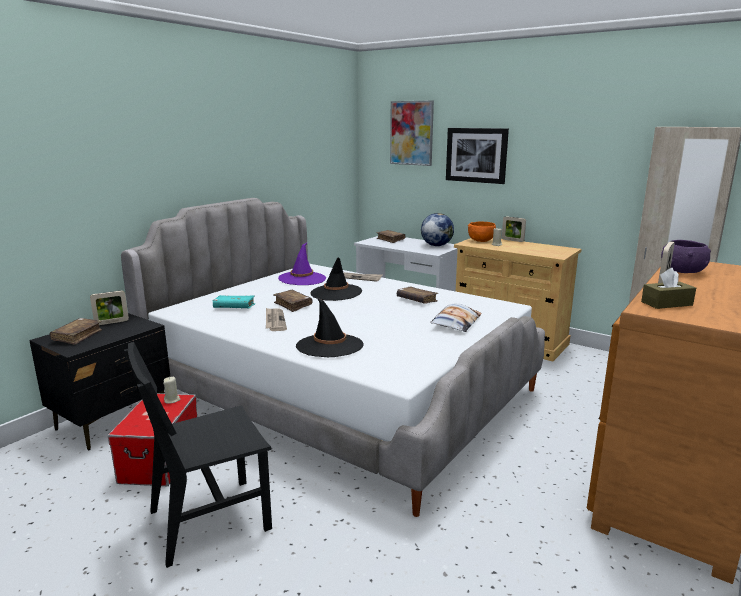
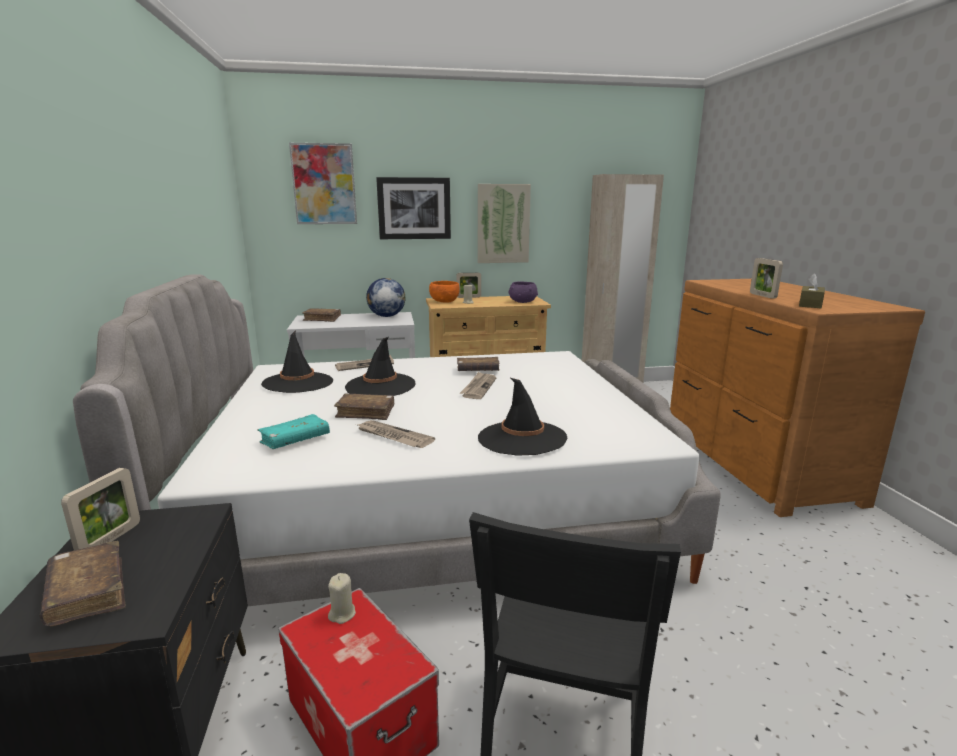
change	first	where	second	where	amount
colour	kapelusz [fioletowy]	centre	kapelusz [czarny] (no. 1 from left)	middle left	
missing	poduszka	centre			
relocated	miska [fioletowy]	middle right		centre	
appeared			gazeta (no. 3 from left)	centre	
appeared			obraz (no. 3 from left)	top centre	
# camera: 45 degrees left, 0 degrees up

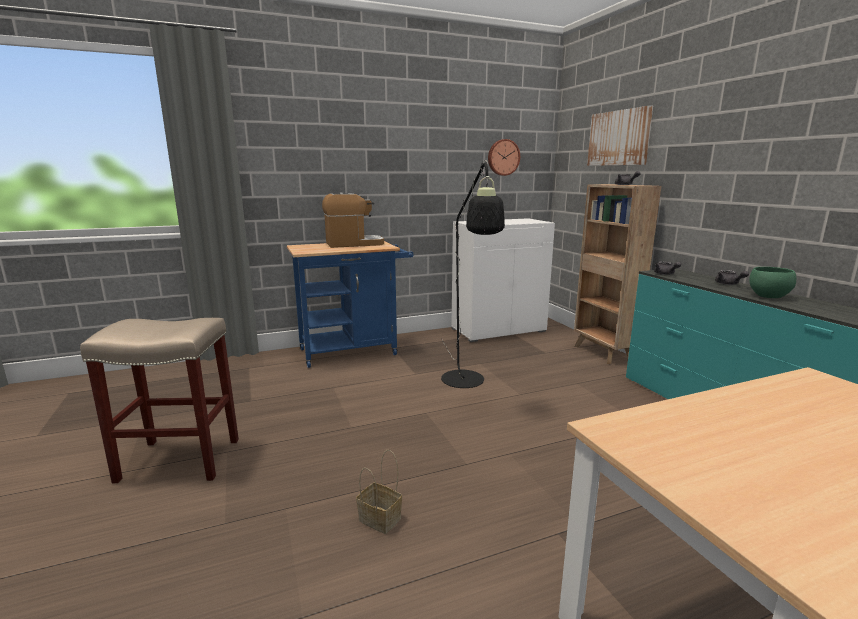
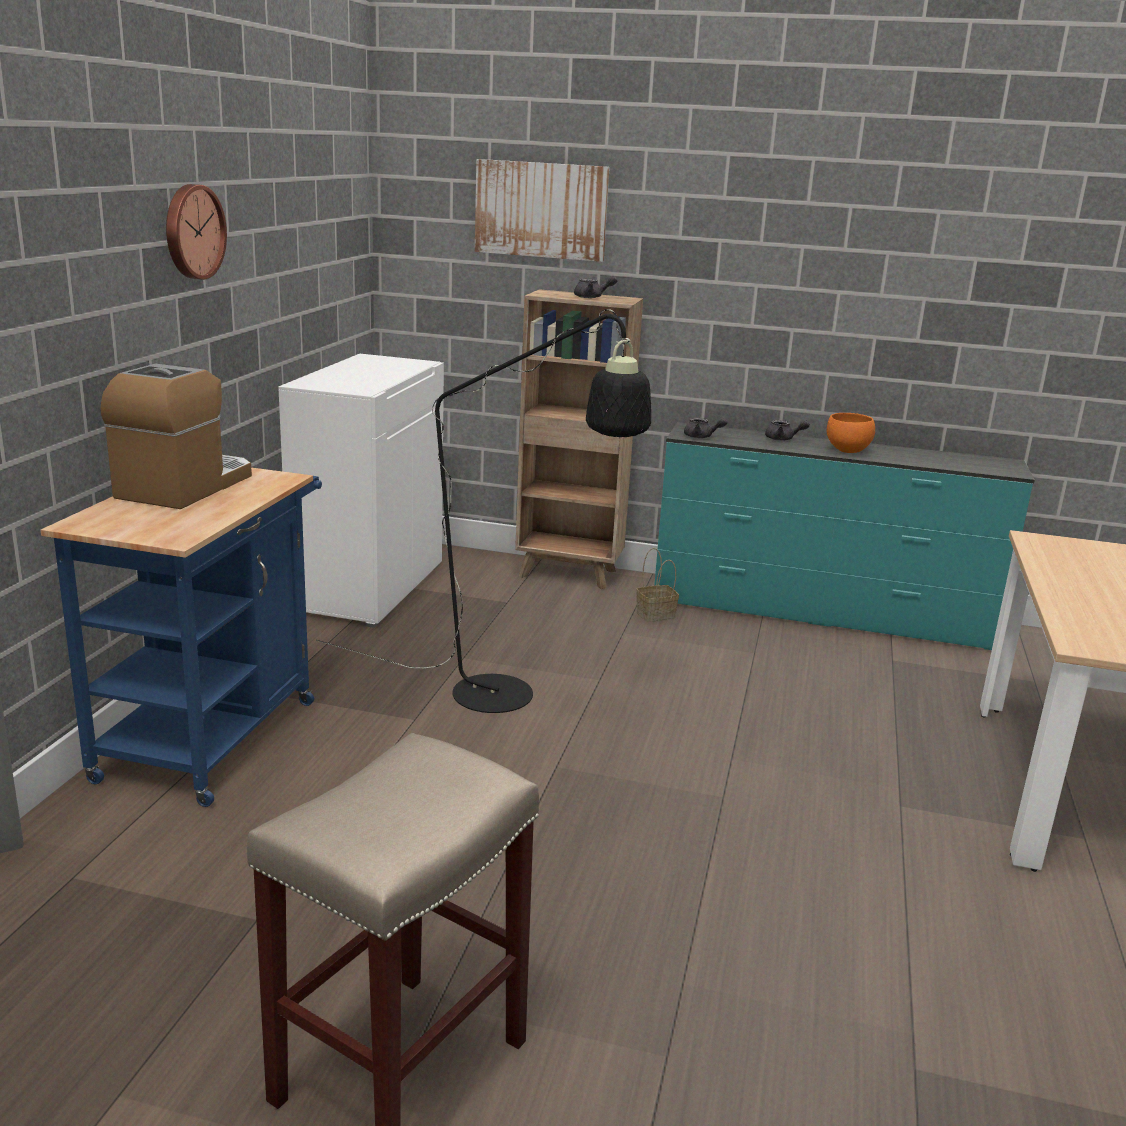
change	first	where	second	where	amount
relocated	koszyk	bottom centre		centre	
relocated	zegar ścienny	top centre		top left	
colour	miska [zielony]	middle right	miska [pomarańczowy]	middle right	
# camera: 55 degrees left, 5 degrees up

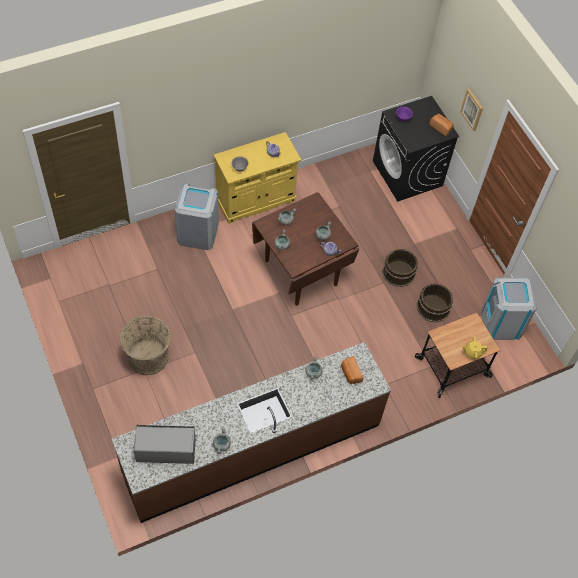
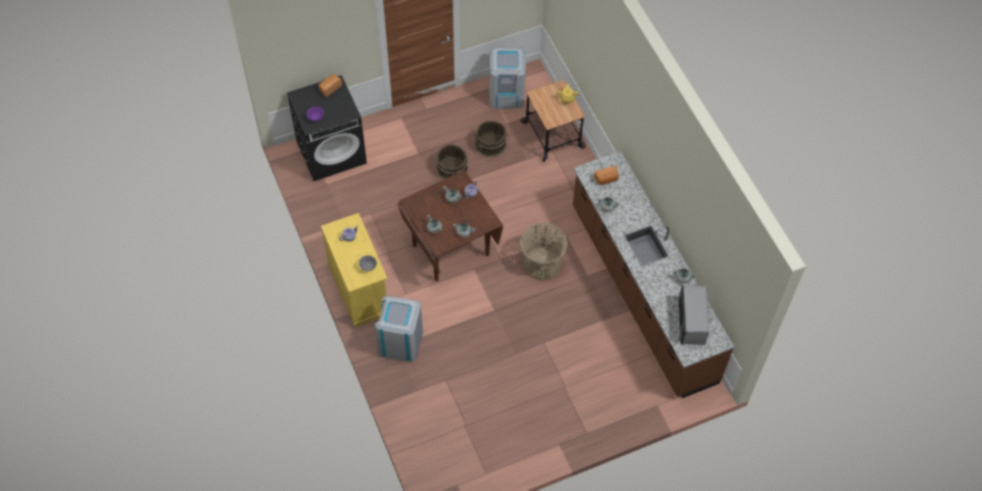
change	first	where	second	where	amount
relocated	koszyk	middle left		centre	
missing	obraz	top right			
# camera: 85 degrees left, 0 degrees up

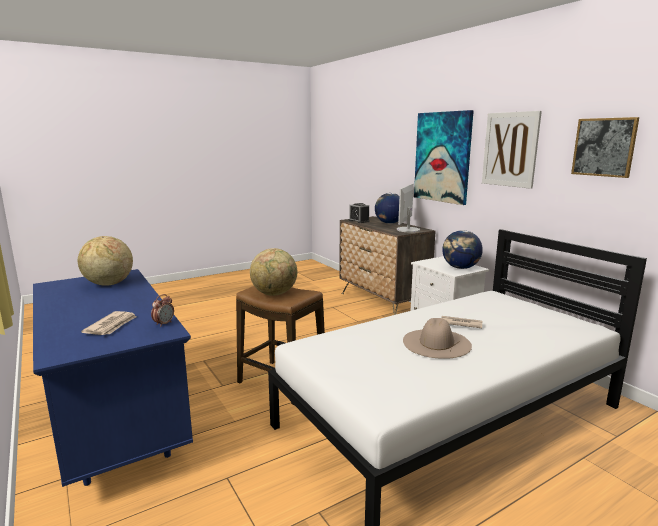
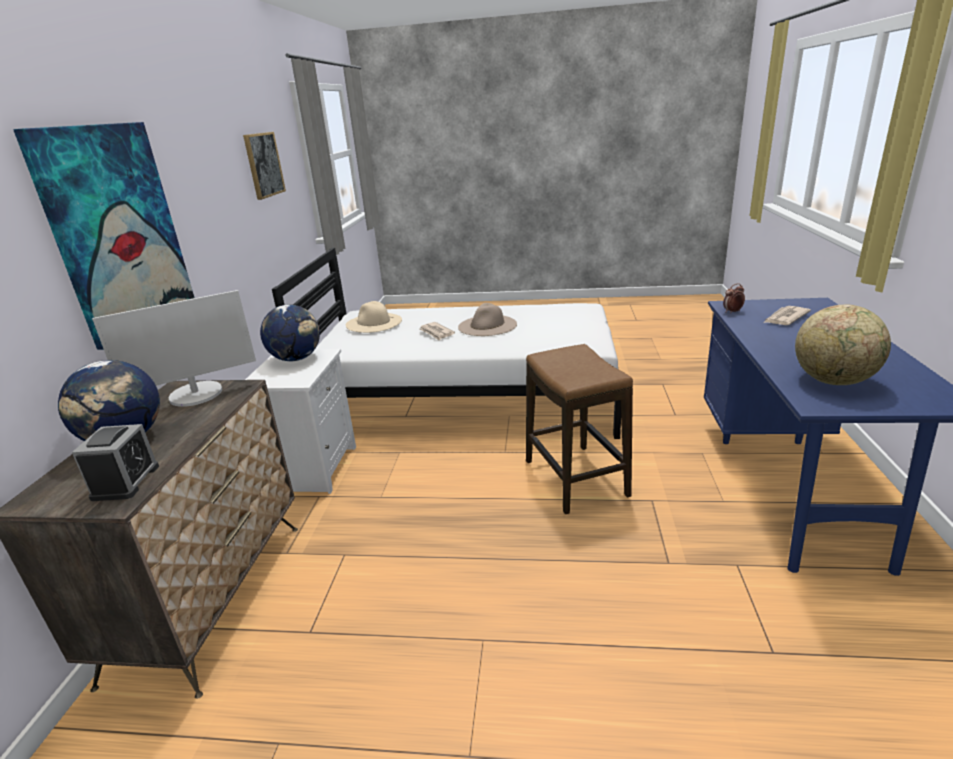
change	first	where	second	where	amount
missing	globus (no. 2 from left)	centre			
missing	obraz (no. 2 from left)	top right			
appeared			kapelusz [beżowy] (no. 1 from left)	centre	
# camera: 140 degrees left, 10 degrees up

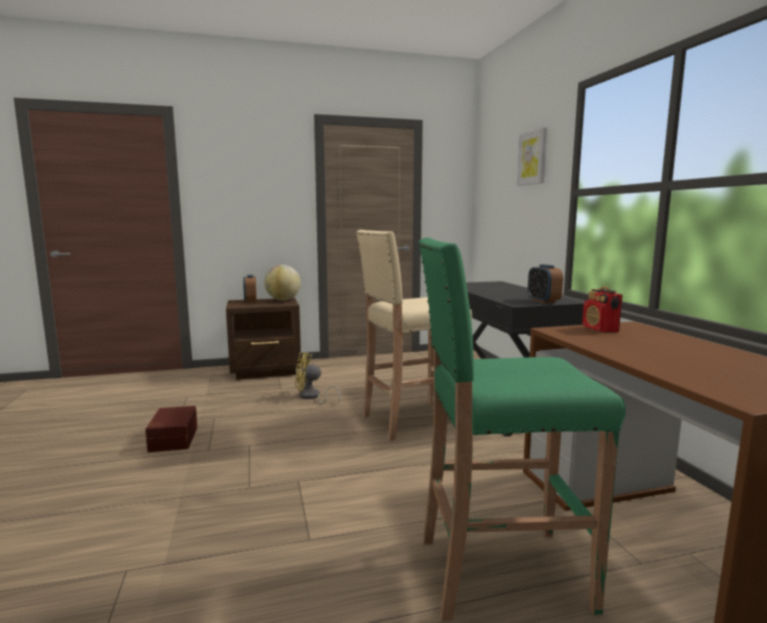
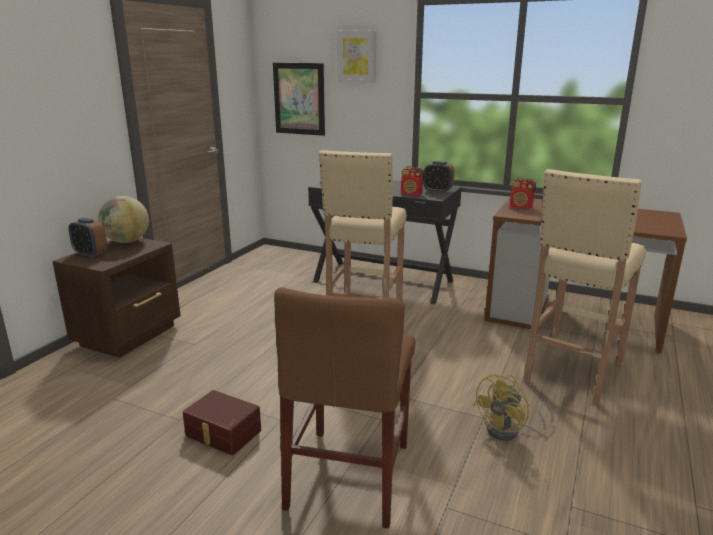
change	first	where	second	where	amount
relocated	wentylator [żółty]	centre		bottom right	
colour	stołek [zielony]	bottom right	stołek [beżowy] (no. 2 from left)	middle right	
appeared			obraz (no. 1 from left)	top centre	
appeared			krzesło [brązowy]	bottom centre	
appeared			radio (no. 1 from left)	centre	
# camera: 50 degrees left, 10 degrees up

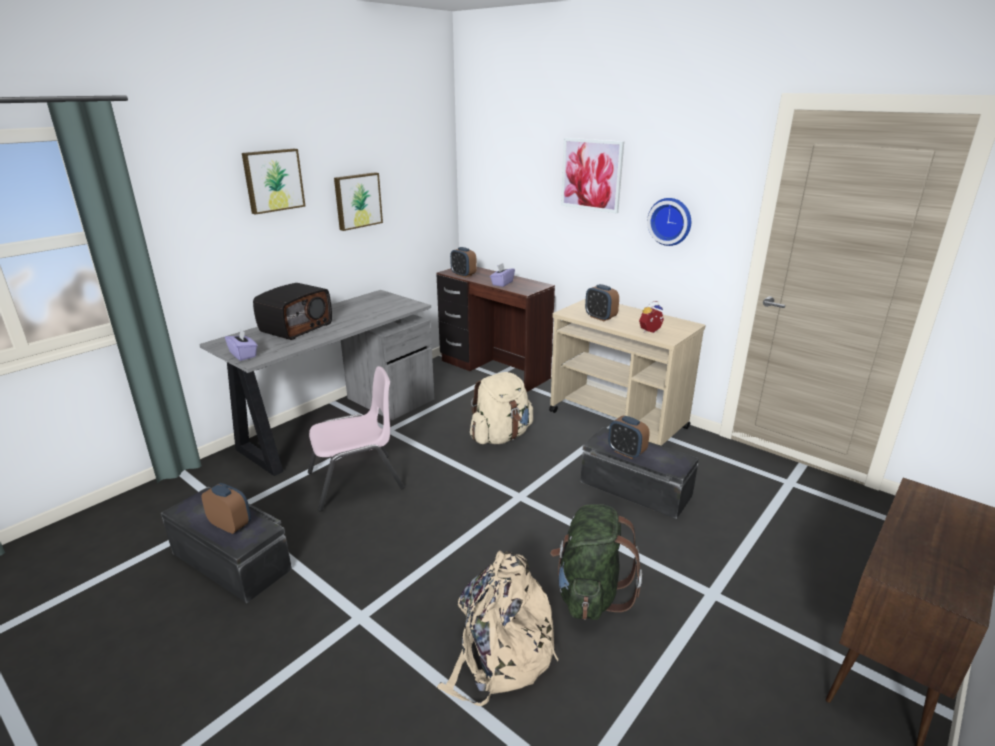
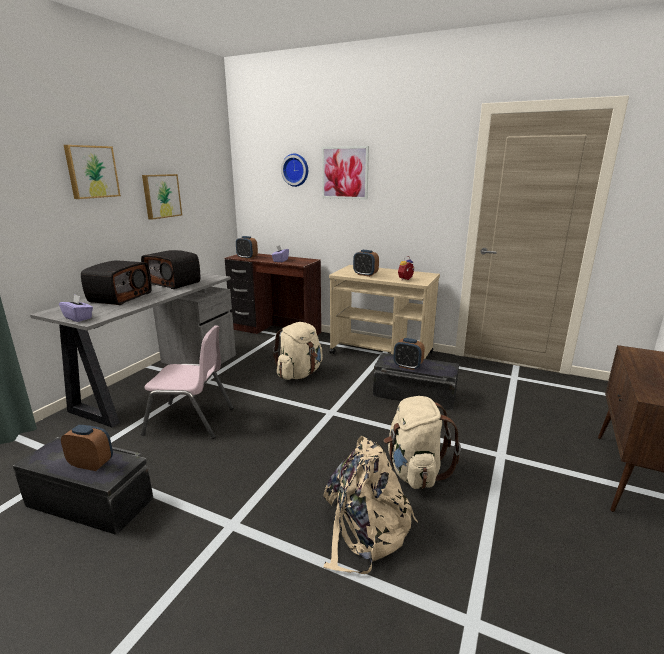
change	first	where	second	where	amount
spun	krzesło [różowy]	centre		middle left	45 degrees clockwise
colour	plecak [zielony]	bottom centre	plecak [beżowy] (no. 3 from left)	bottom centre	
relocated	zegar ścienny	top right		top centre	
appeared			radio (no. 2 from left)	middle left	
# camera: 15 degrees left, 5 degrees down

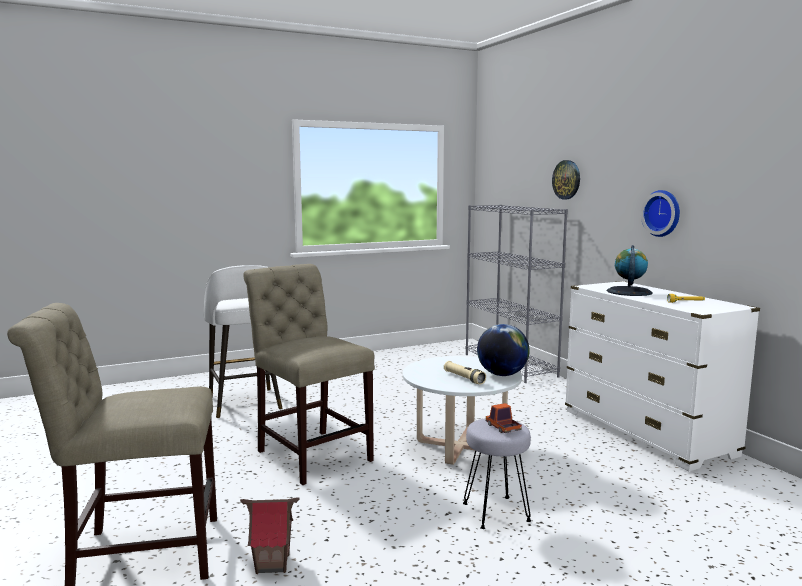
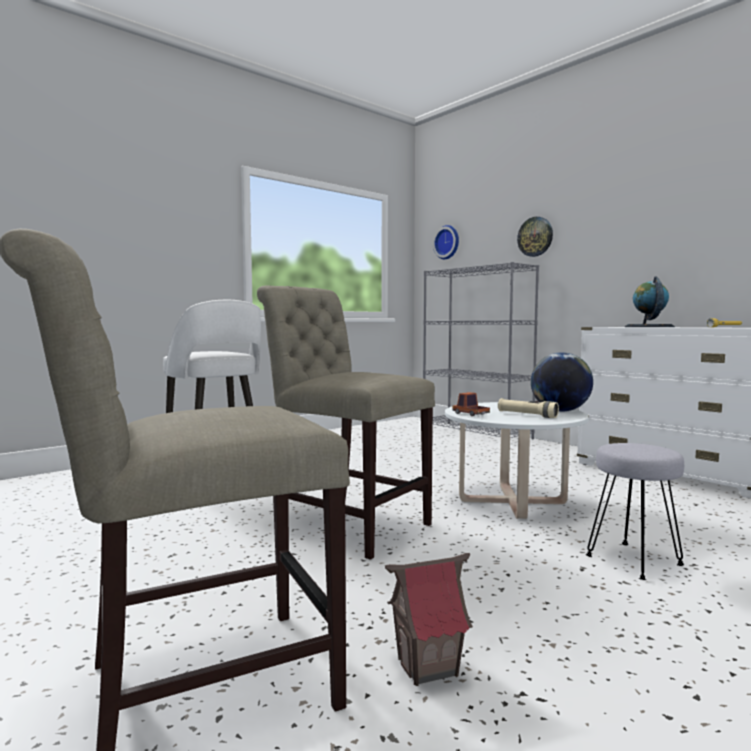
change	first	where	second	where	amount
relocated	ciężarówka zabawkowa	bottom centre		centre	
relocated	zegar ścienny (no. 2 from left in the first image)	middle right	zegar ścienny (no. 1 from left)	top centre	
# camera: 15 degrees left, 5 degrees down

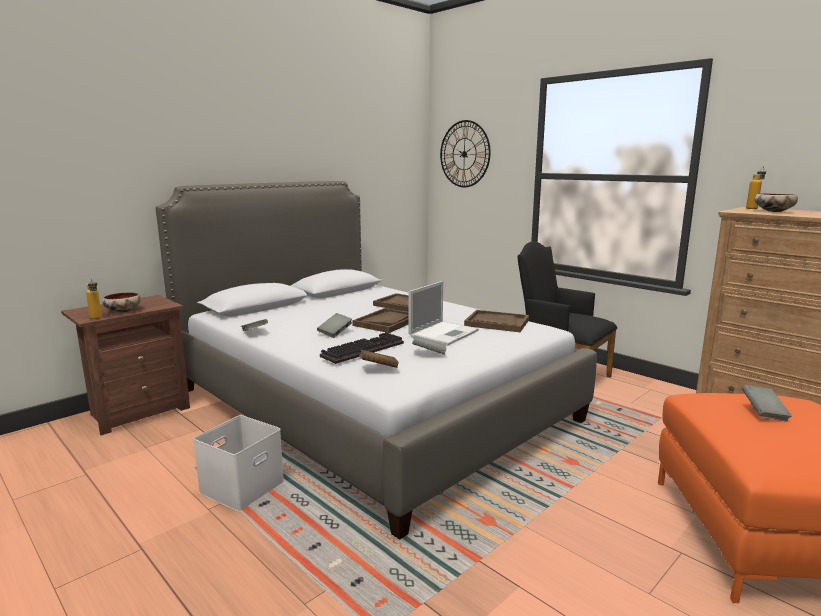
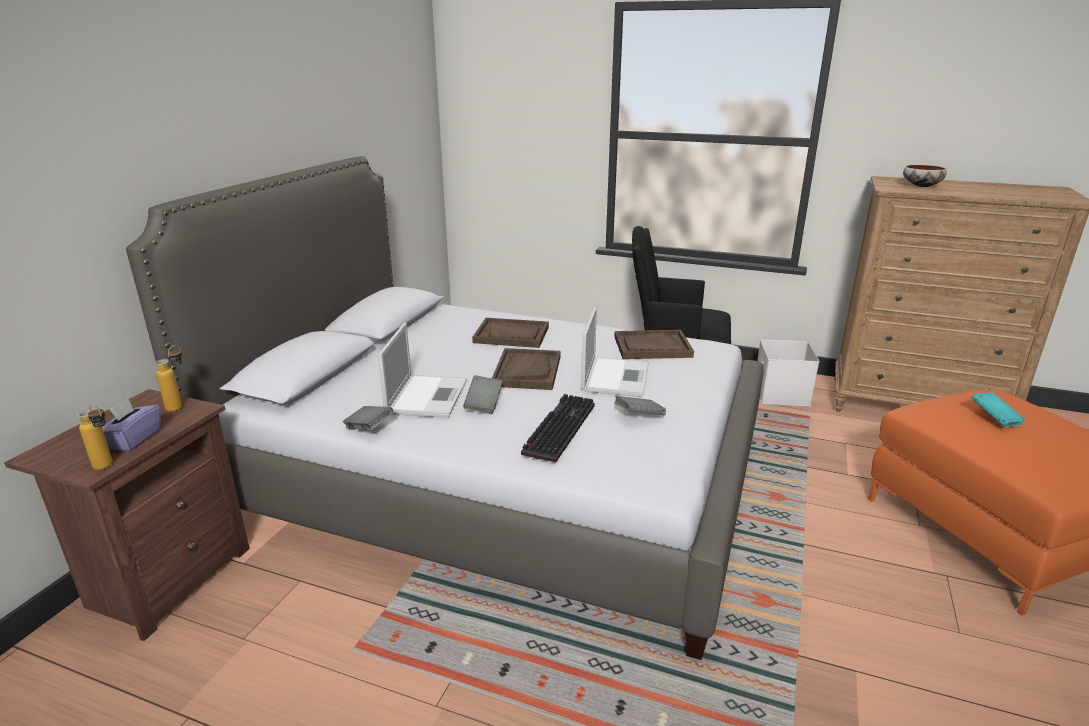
change	first	where	second	where	amount
exchanged	miska (no. 1 from left)	middle left	pudełko chusteczek [fioletowy]	middle left	
relocated	pojemnik do przechowywania [biały]	bottom left		middle right	
missing	książka [brązowy]	centre			
missing	zegar ścienny	top centre			
colour	książka [szary] (no. 4 from left)	middle right	książka [turkusowy]	middle right	
relocated	butelka (no. 2 from left)	top right		middle left	
appeared			laptop (no. 1 from left)	centre	
# camera: 25 degrees left, 10 degrees up

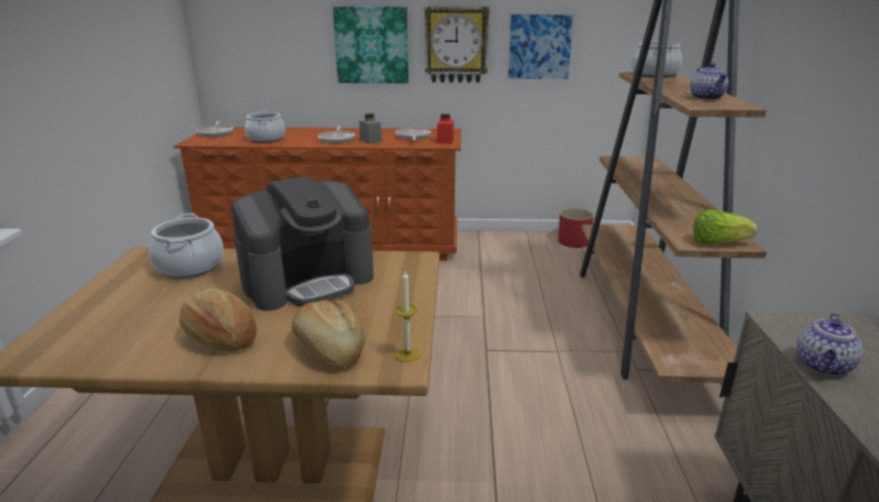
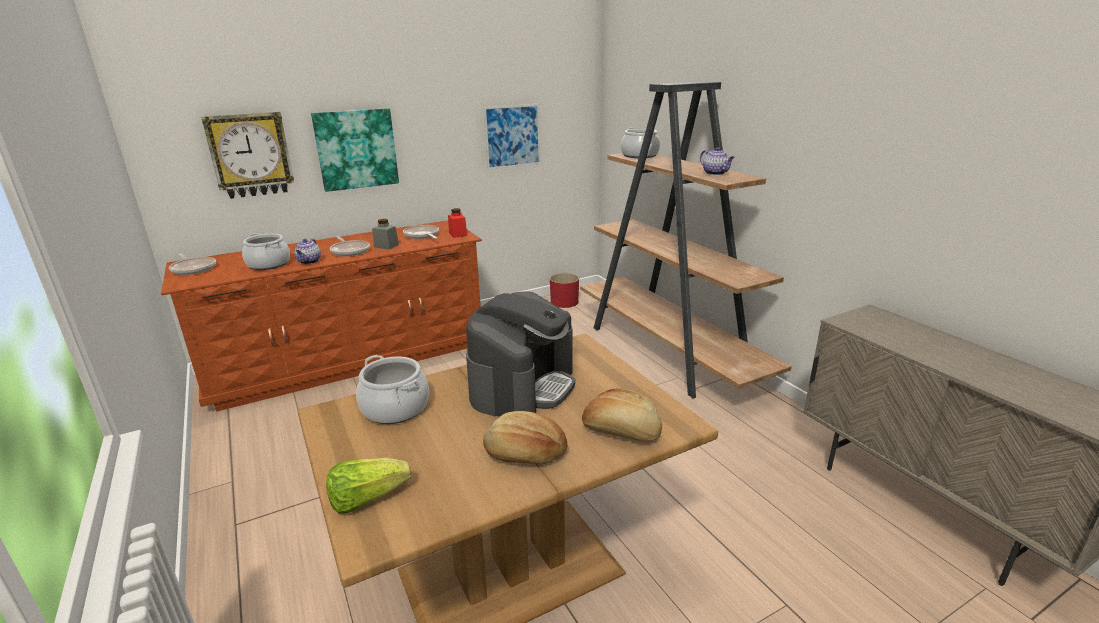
change	first	where	second	where	amount
missing	świeca	centre			
relocated	zegar ścienny	top centre		top left	
relocated	sałata	middle right		bottom centre	
relocated	imbryk (no. 2 from left in the first image)	bottom right	imbryk (no. 1 from left)	middle left	
# camera: 30 degrees left, 0 degrees up

